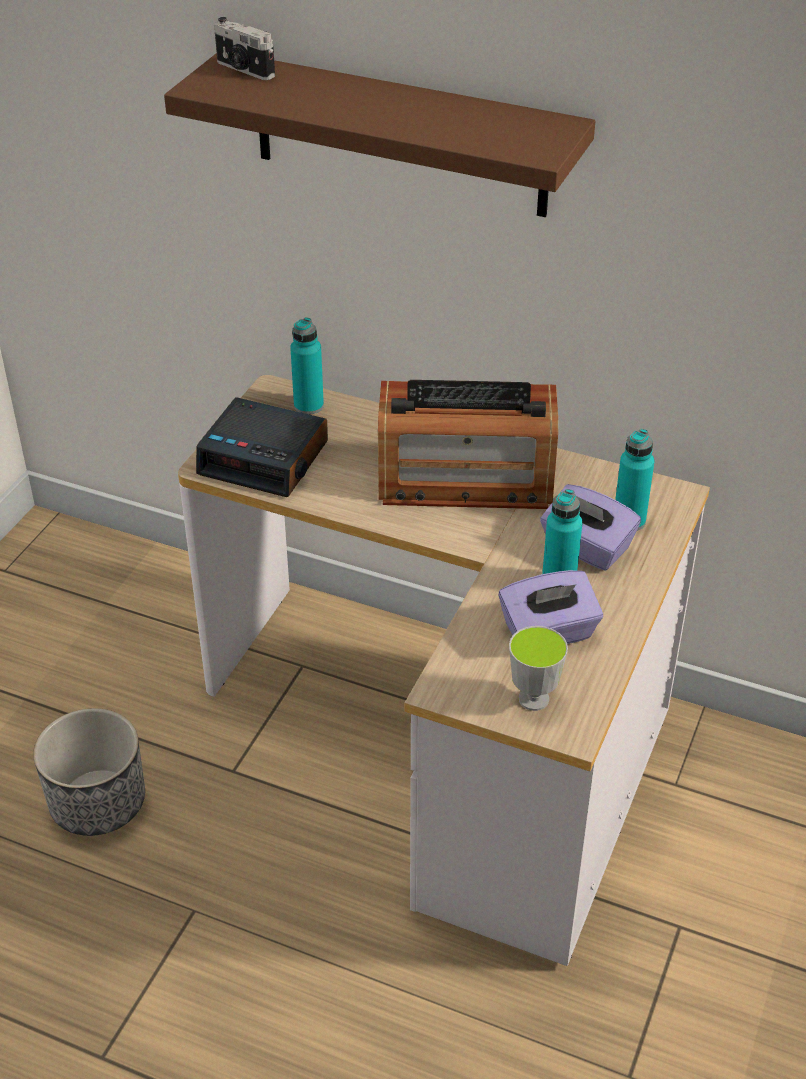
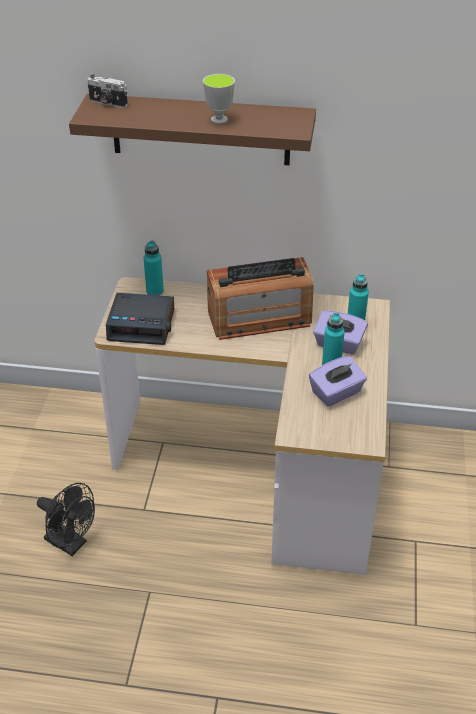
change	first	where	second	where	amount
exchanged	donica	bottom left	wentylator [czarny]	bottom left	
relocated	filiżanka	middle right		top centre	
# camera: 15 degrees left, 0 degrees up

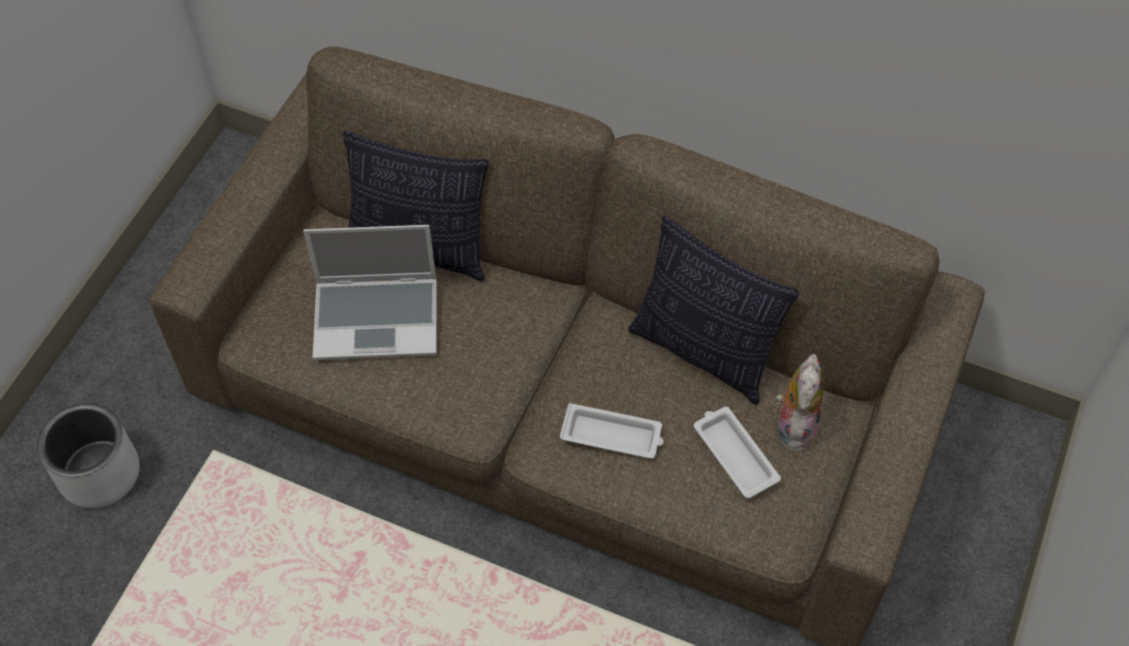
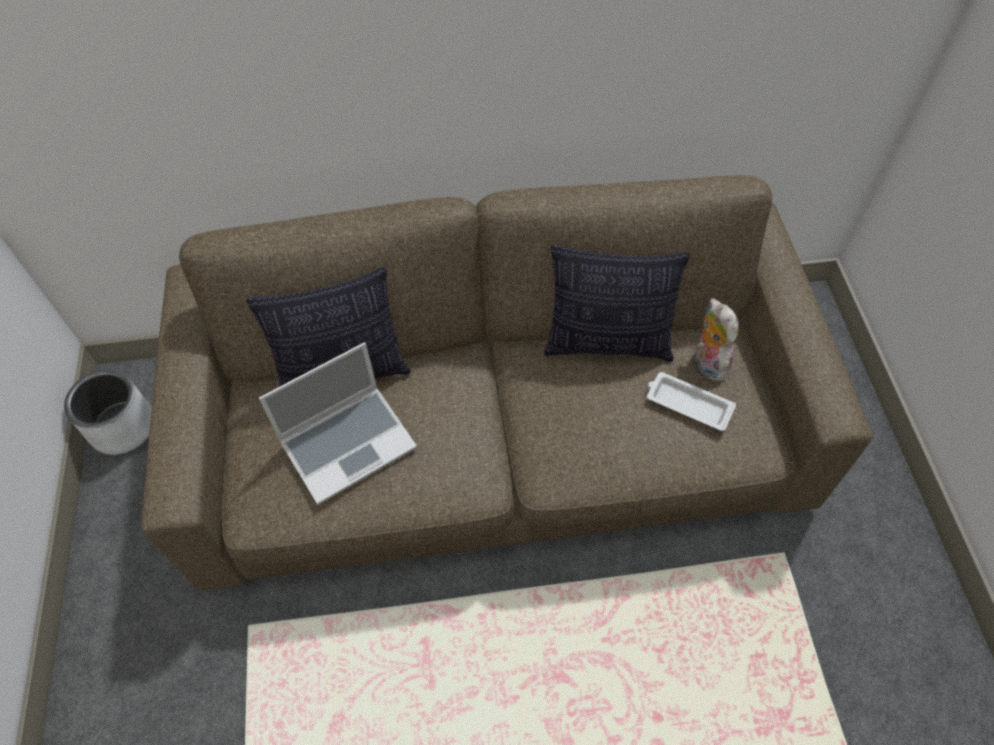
change	first	where	second	where	amount
relocated	donica [szary]	bottom left		middle left	
missing	taca [biały] (no. 1 from left)	bottom centre			
# camera: 30 degrees left, 0 degrees up

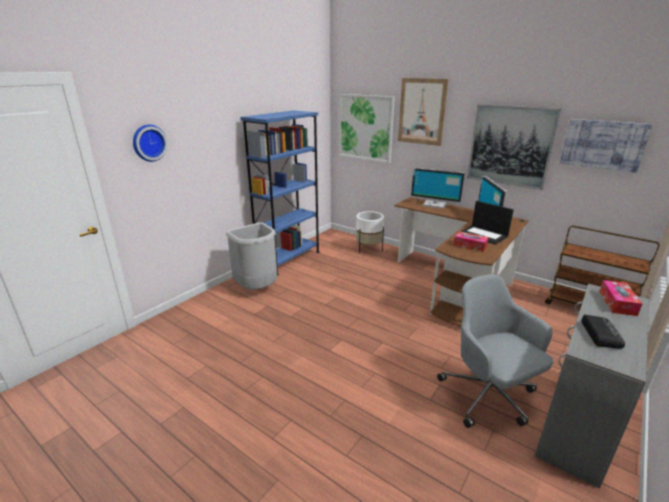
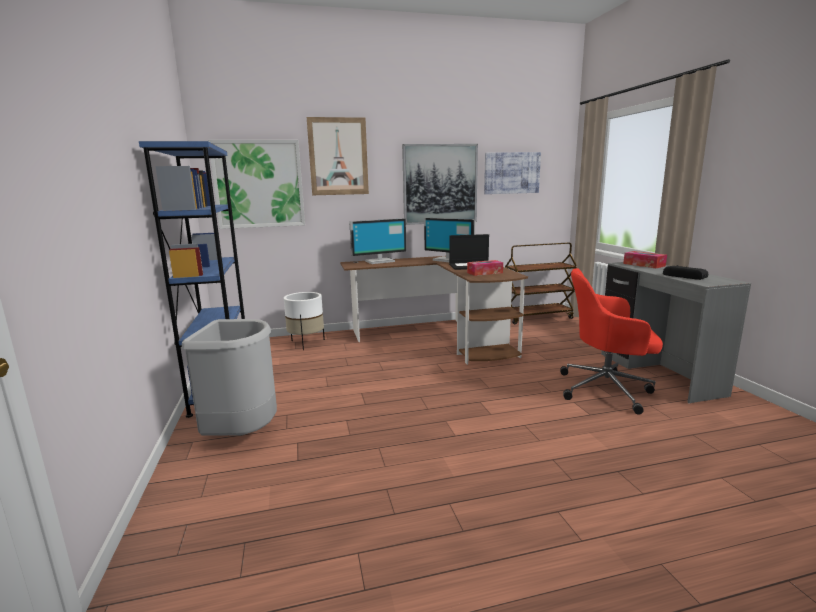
change	first	where	second	where	amount
missing	zegar ścienny	top left			
colour	krzesło biurowe [szary]	bottom right	krzesło biurowe [czerwony]	middle right	
# camera: 50 degrees left, 10 degrees down

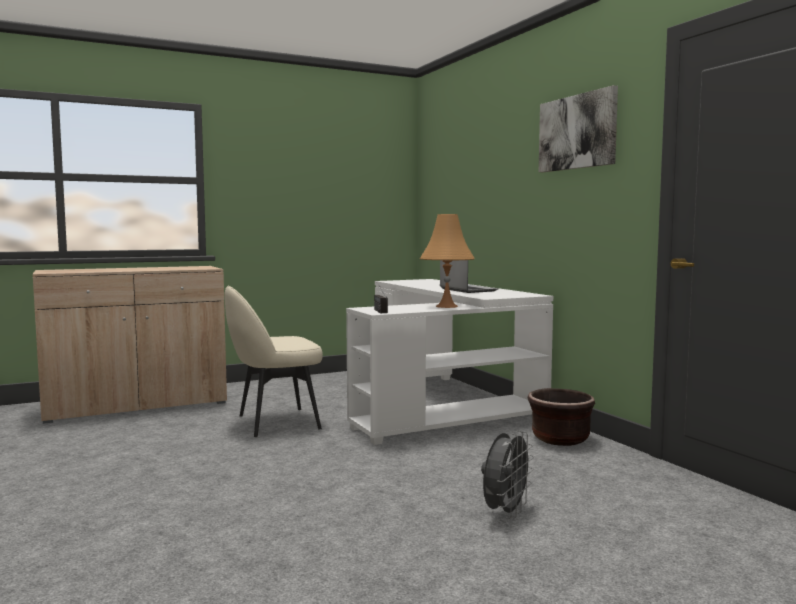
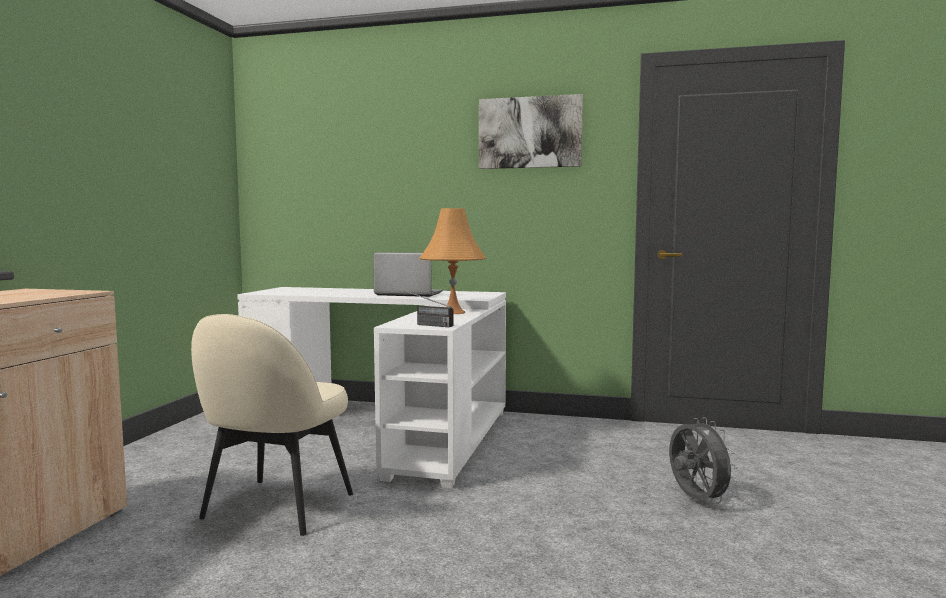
change	first	where	second	where	amount
missing	donica [brązowy]	bottom right			
# camera: 50 degrees left, 0 degrees up

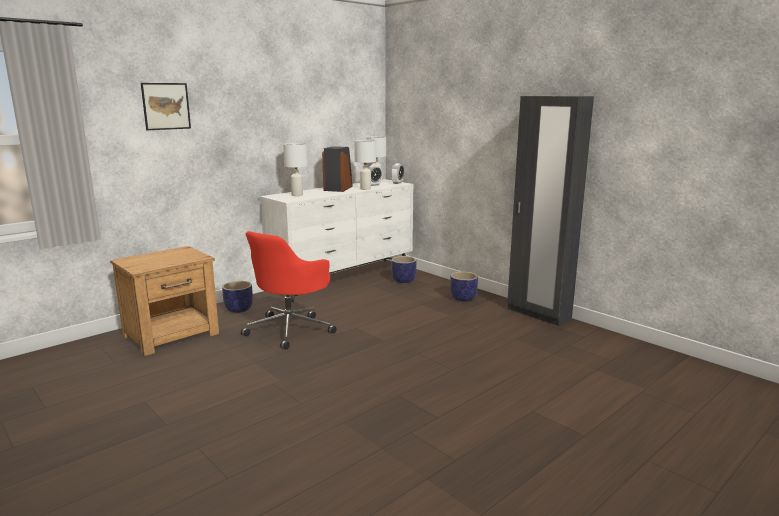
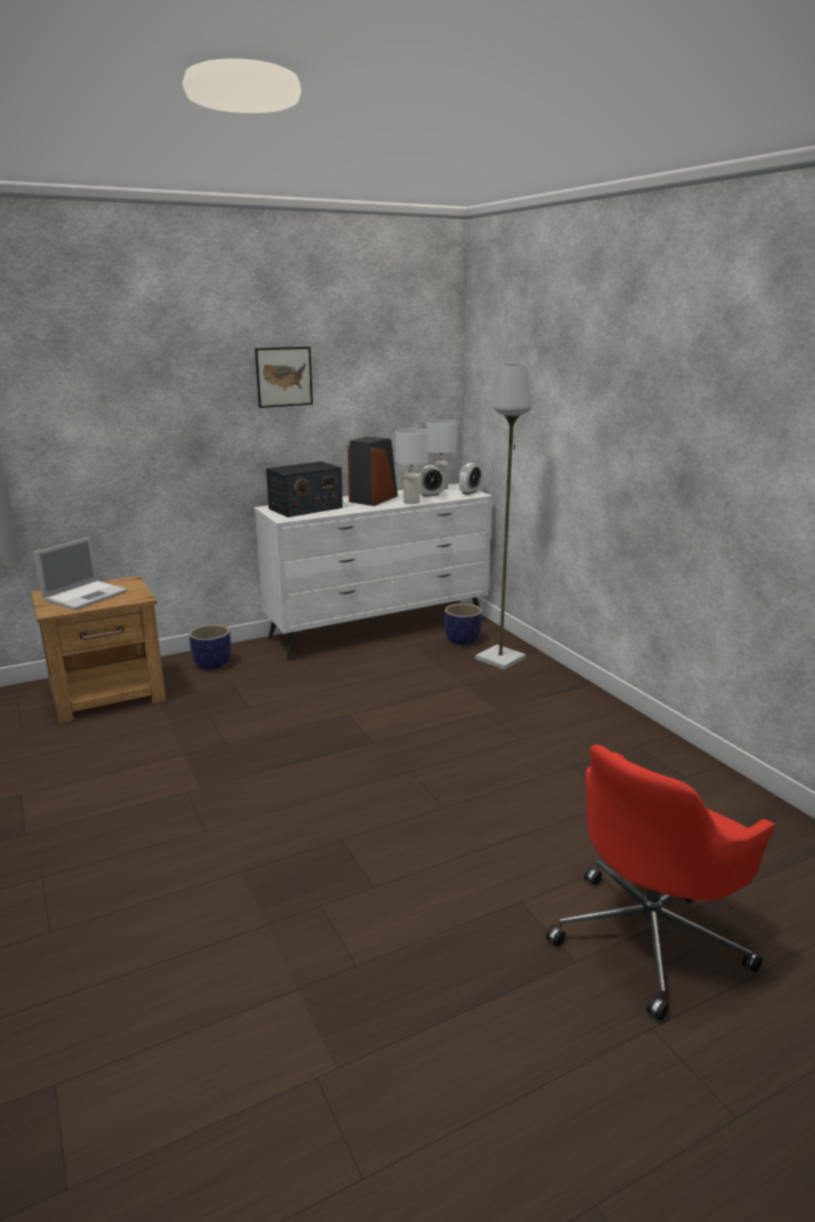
change	first	where	second	where	amount
relocated	obraz	top left		top centre	
relocated	krzesło biurowe [czerwony]	centre		bottom right	
exchanged	lampa stołowa [biały] (no. 1 from left)	top centre	radio	centre	
missing	donica (no. 3 from left)	centre			
missing	szafa [czarny]	middle right			
appeared			laptop	middle left	
appeared			lampa stojąca [szary]	centre	
# camera: 15 degrees right, 5 degrees up

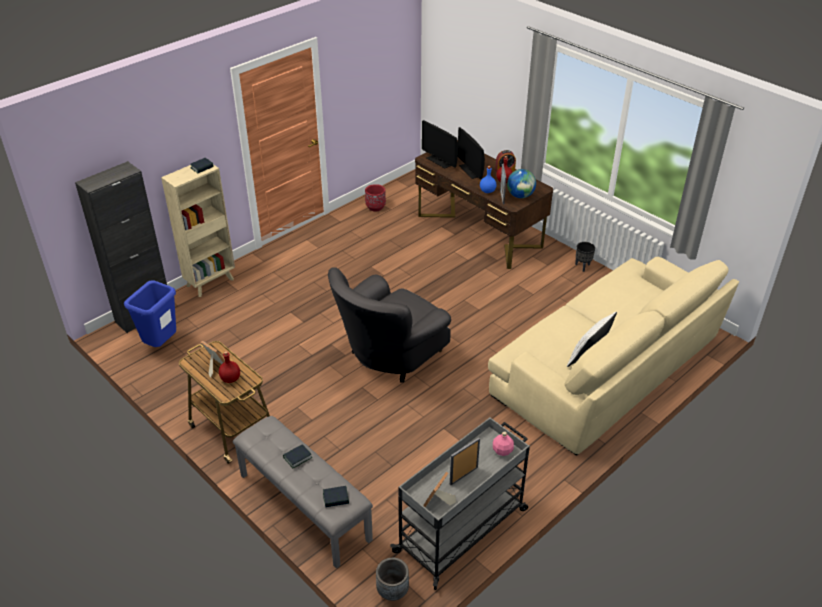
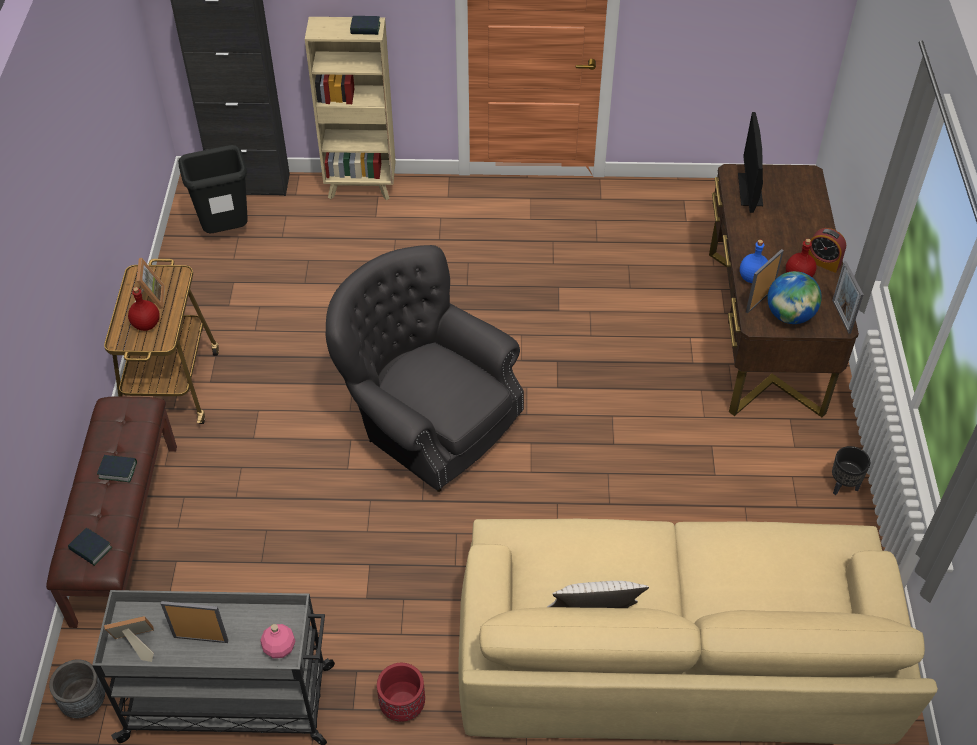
change	first	where	second	where	amount
colour	kosz na śmieci [niebieski]	middle left	kosz na śmieci [czarny]	top left	
colour	ławka [szary]	bottom centre	ławka [brązowy]	bottom left	
spun	fotel [szary]	centre		centre	45 degrees clockwise
relocated	donica [czerwony]	top centre		bottom centre	
missing	monitor (no. 2 from left)	top centre			
appeared			ramka na zdjęcie (no. 5 from left)	middle right	
# camera: 45 degrees right, 10 degrees up

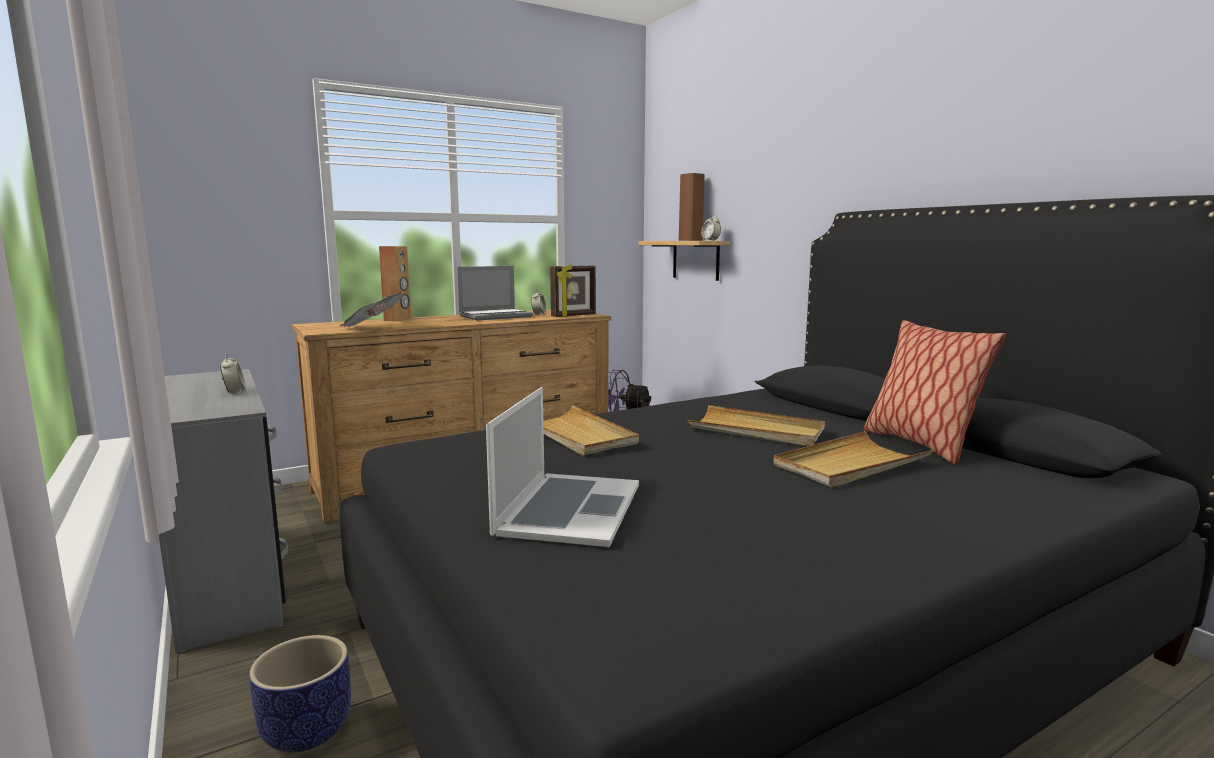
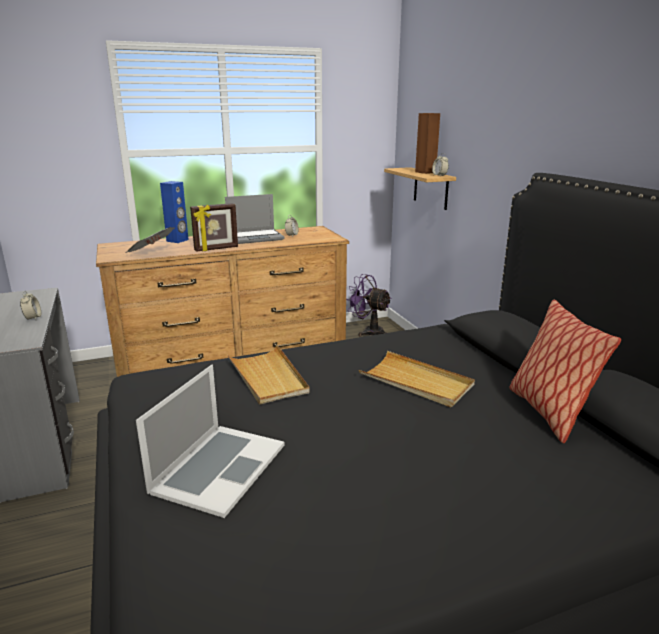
change	first	where	second	where	amount
missing	donica	bottom left			
colour	głośnik [brązowy] (no. 1 from left)	middle left	głośnik [niebieski]	middle left	
relocated	ramka na zdjęcie	centre		middle left	
missing	taca [beżowy] (no. 3 from left)	middle right			
# camera: 10 degrees right, 10 degrees up

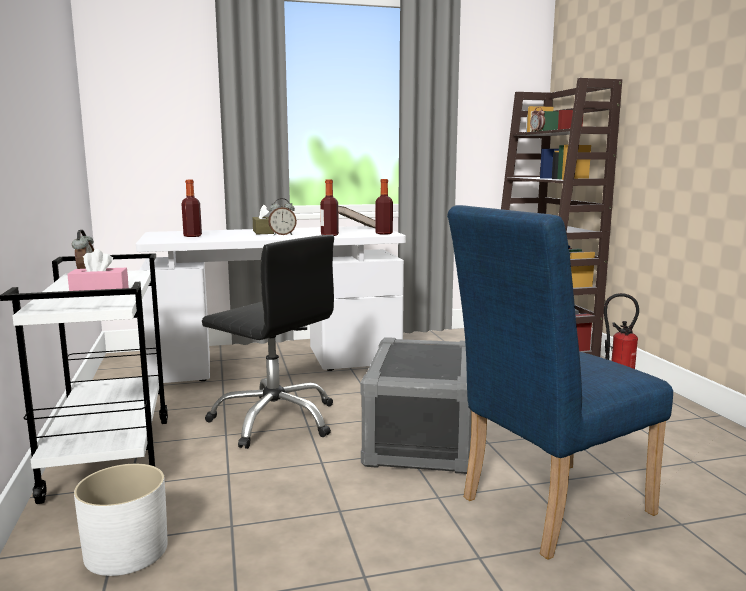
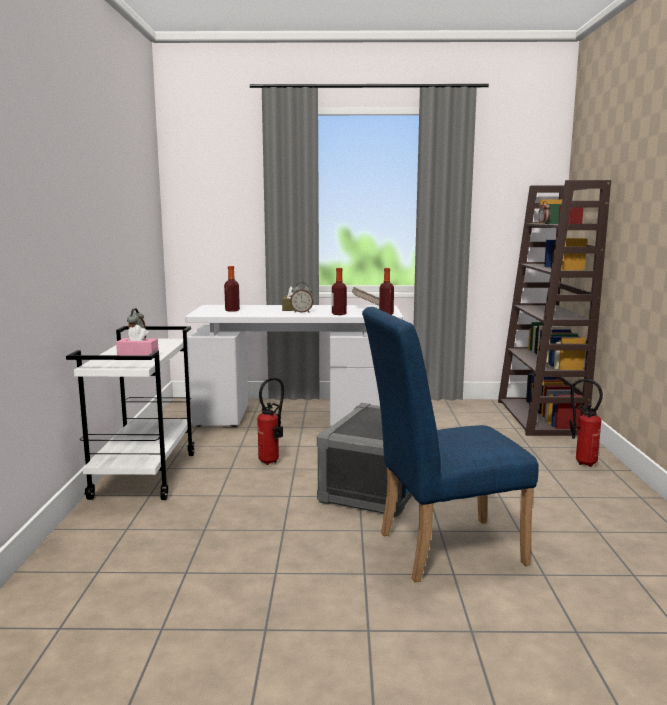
change	first	where	second	where	amount
missing	donica [biały]	bottom left			
exchanged	krzesło biurowe [czarny]	centre	gaśnica (no. 1 from left)	centre	
# camera: 15 degrees right, 0 degrees up

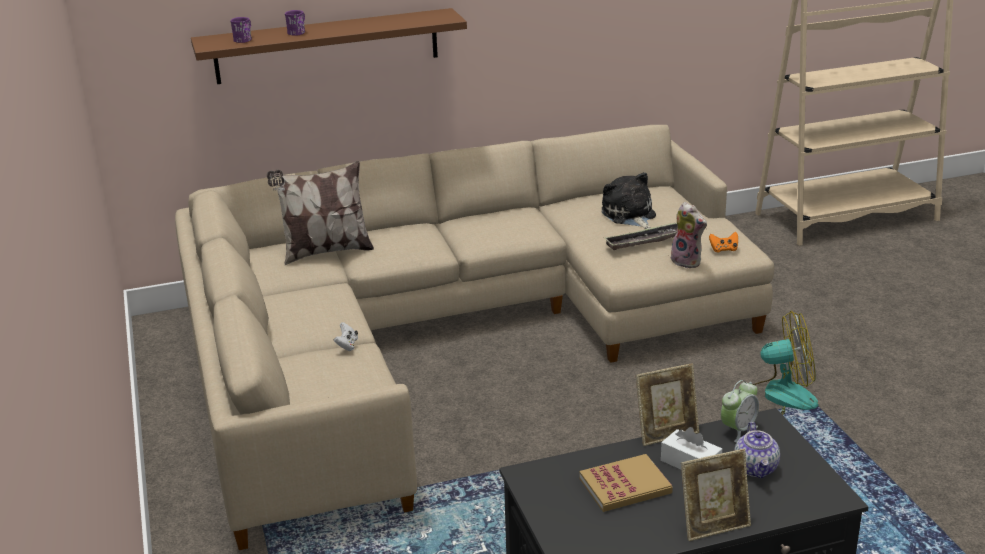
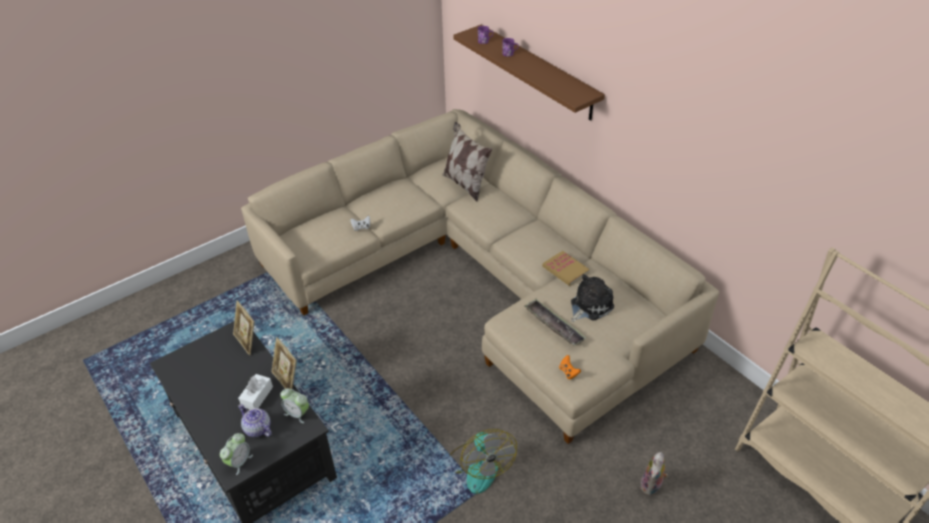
change	first	where	second	where	amount
relocated	książka	bottom centre		centre	
relocated	pluszak (no. 2 from left)	middle right		bottom right	
relocated	ramka na zdjęcie (no. 2 from left in the first image)	bottom right	ramka na zdjęcie (no. 1 from left)	middle left	
spun	imbryk	bottom right		bottom left	60 degrees clockwise
appeared			budzik (no. 1 from left)	bottom left	
# camera: 70 degrees right, 15 degrees up

